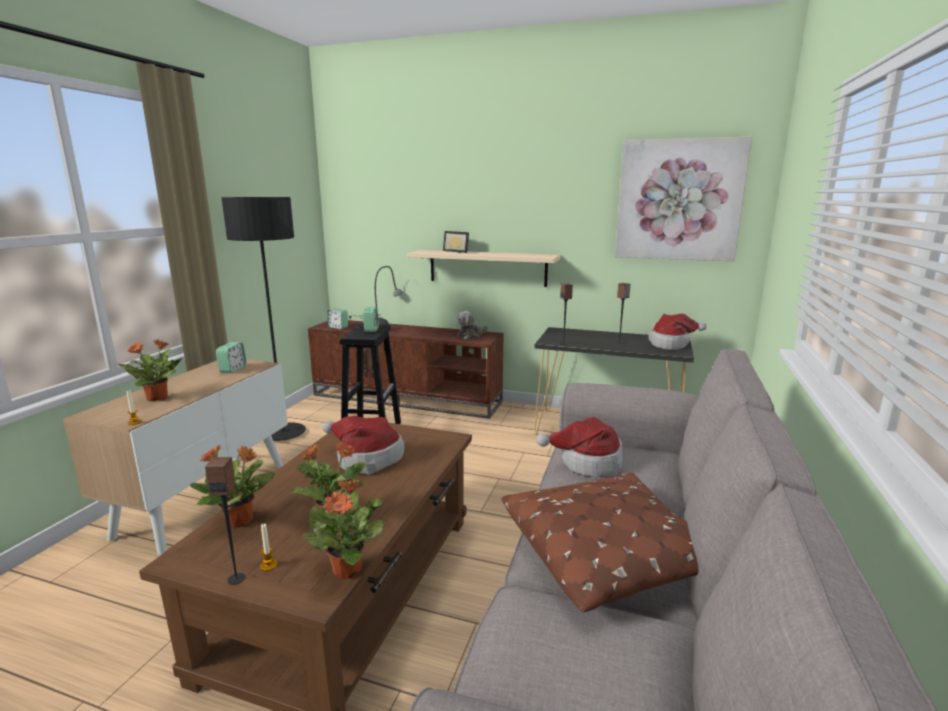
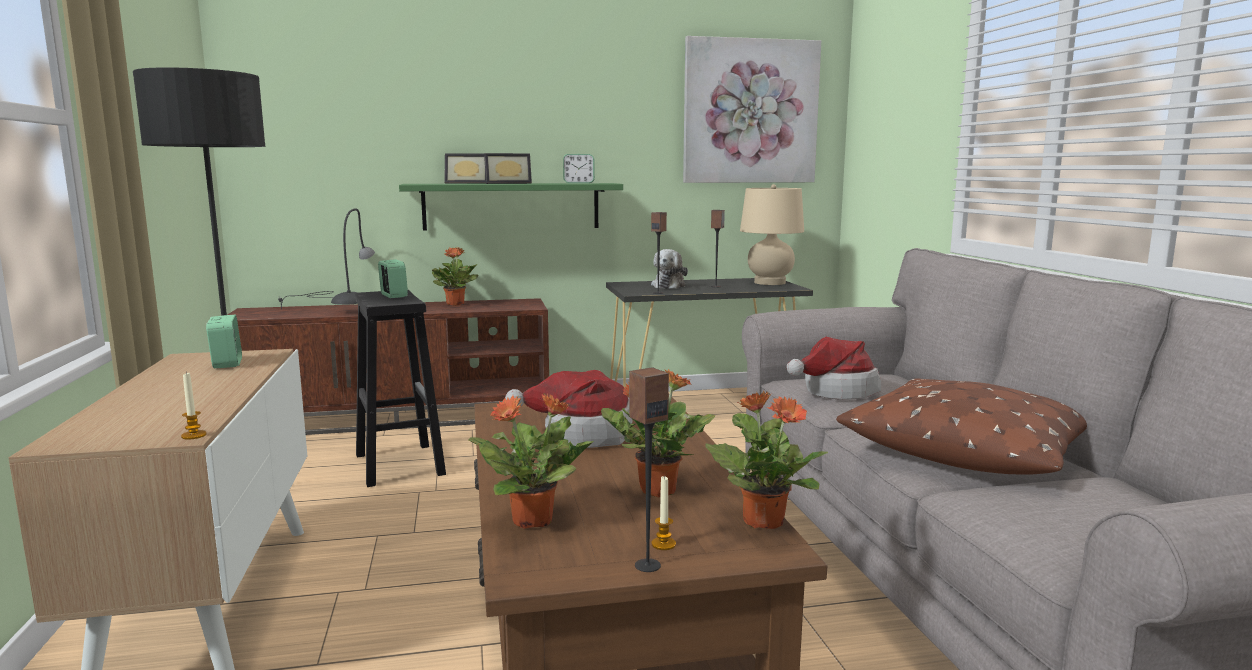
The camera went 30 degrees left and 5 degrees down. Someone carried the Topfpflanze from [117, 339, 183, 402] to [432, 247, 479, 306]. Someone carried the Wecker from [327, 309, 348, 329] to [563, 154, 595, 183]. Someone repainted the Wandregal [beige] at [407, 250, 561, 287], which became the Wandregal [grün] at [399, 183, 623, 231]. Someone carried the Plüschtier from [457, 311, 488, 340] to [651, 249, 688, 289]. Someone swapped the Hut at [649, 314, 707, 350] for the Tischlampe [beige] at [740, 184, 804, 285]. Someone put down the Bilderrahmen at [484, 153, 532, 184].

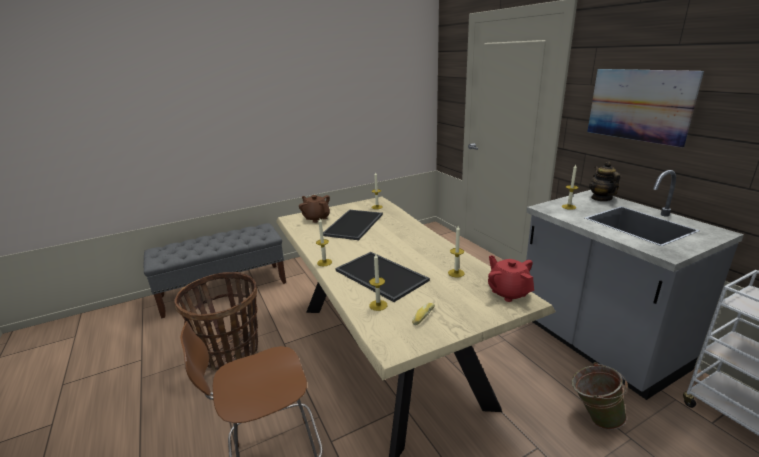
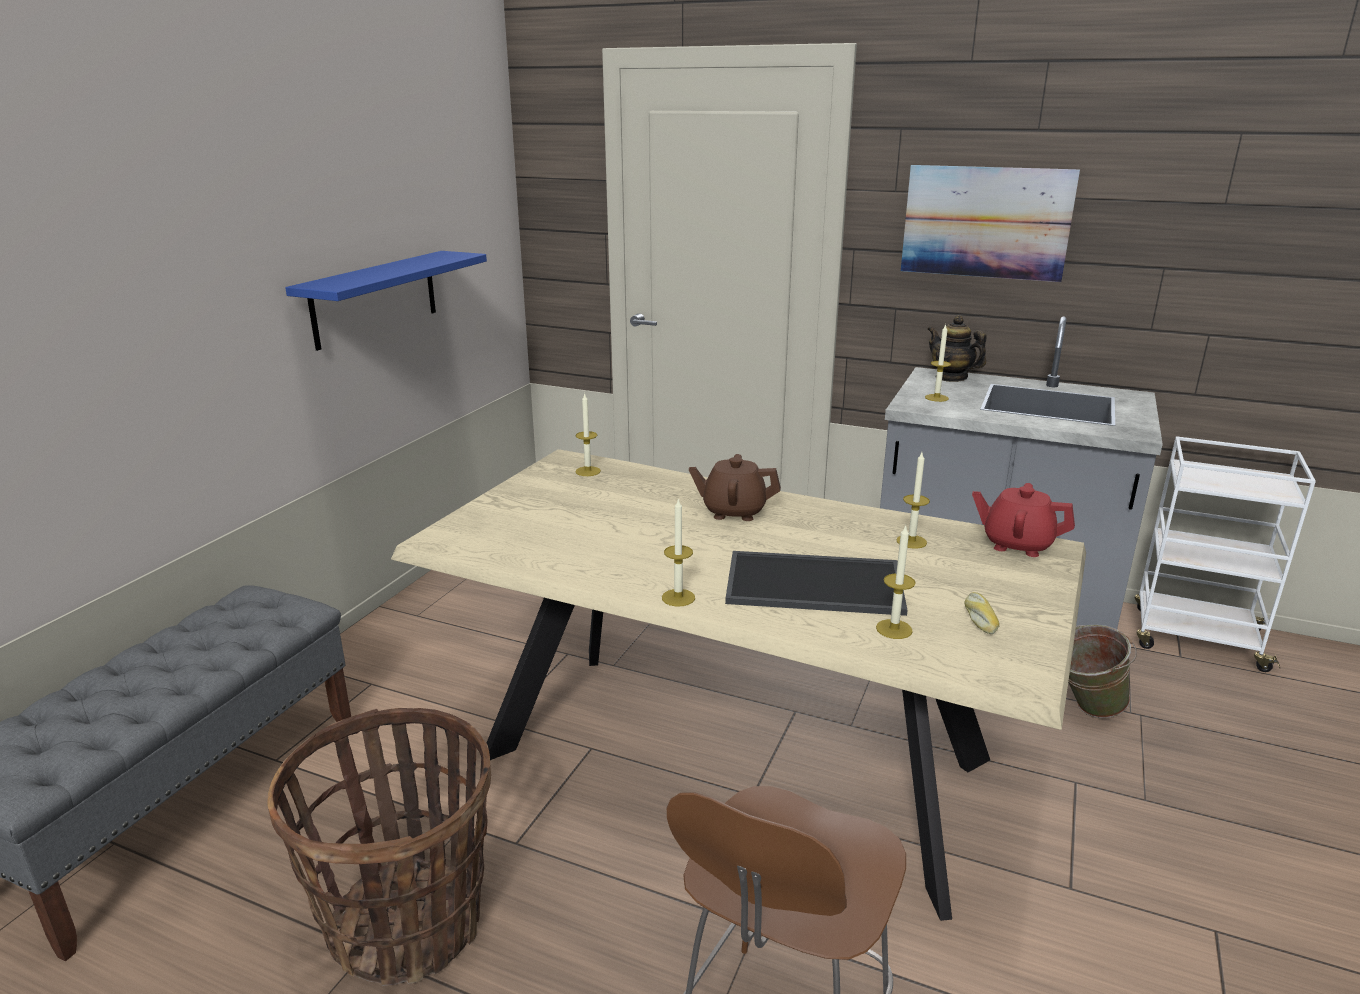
The camera went 40 degrees left and 0 degrees up. Someone carried the Teekanne [braun] from [299, 195, 330, 223] to [689, 454, 781, 521]. Someone took away the Tablett at [323, 210, 383, 240]. Someone put up the Wandregal [blau] at [285, 251, 487, 351].

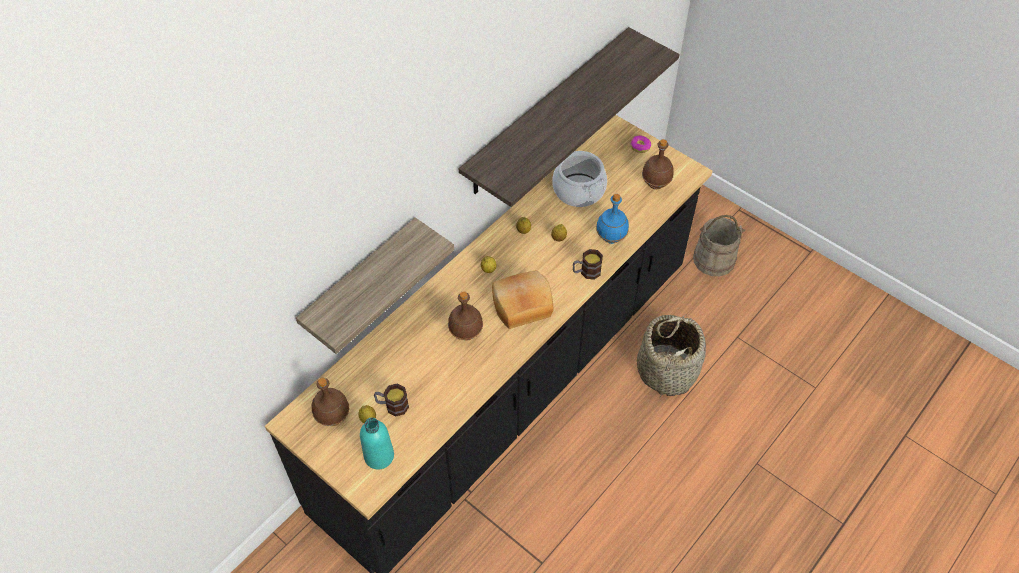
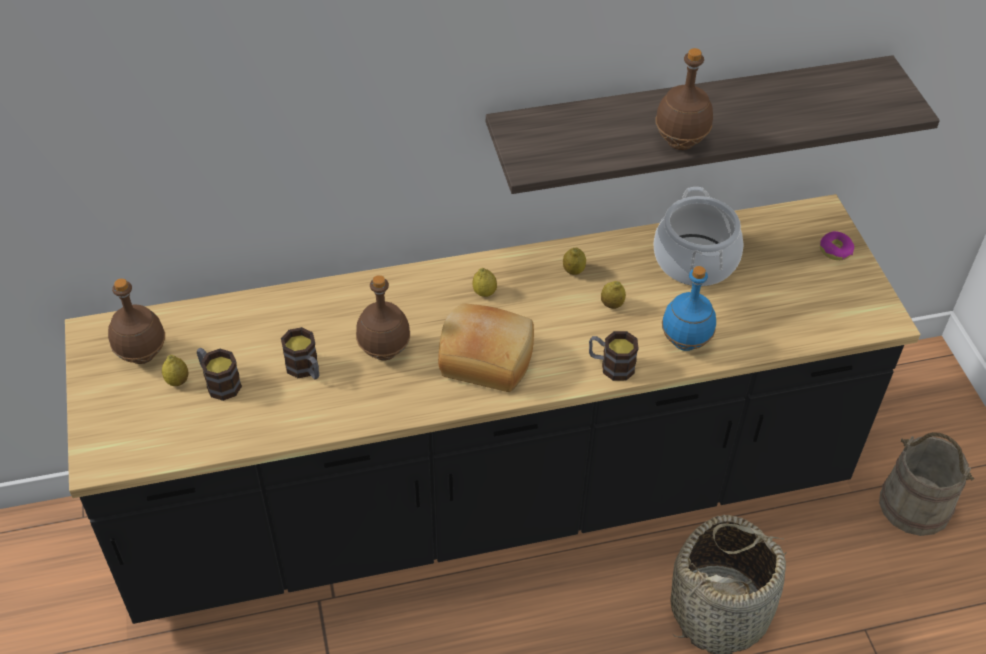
The camera went 35 degrees right and 5 degrees down. Someone took away the Wandregal at [296, 218, 454, 354]. Someone took away the Flasche [türkis] at [360, 417, 394, 470]. Someone carried the Flasche [braun] from [642, 139, 674, 189] to [656, 48, 713, 150]. Someone put down the Henkelbecher at [281, 327, 319, 380].

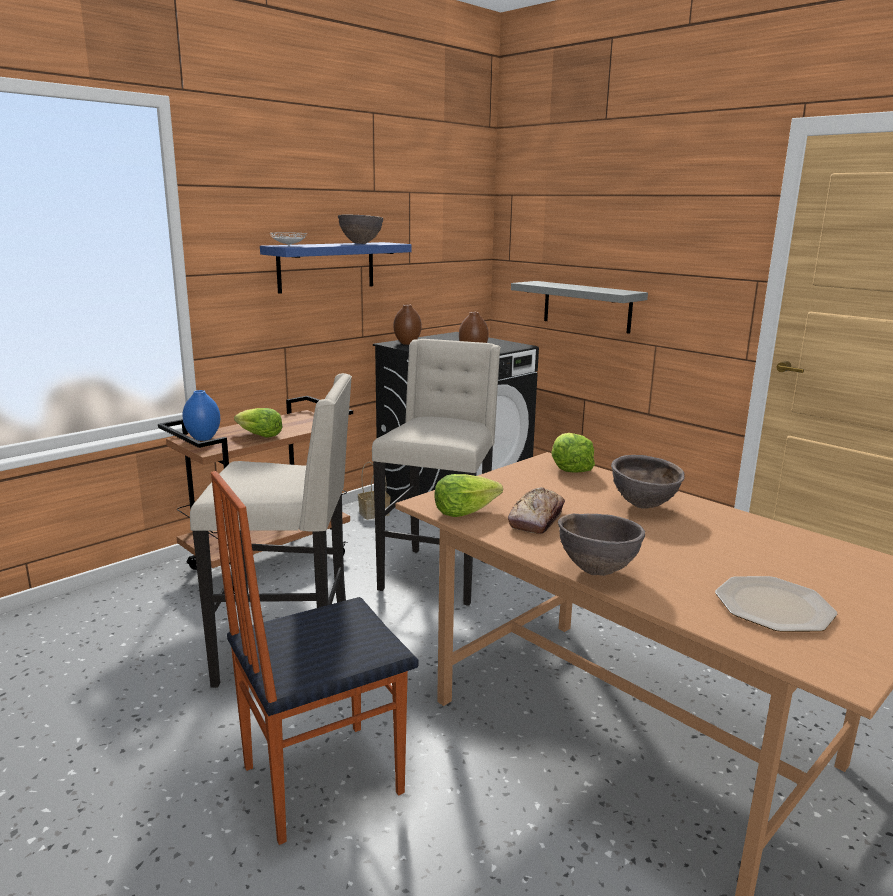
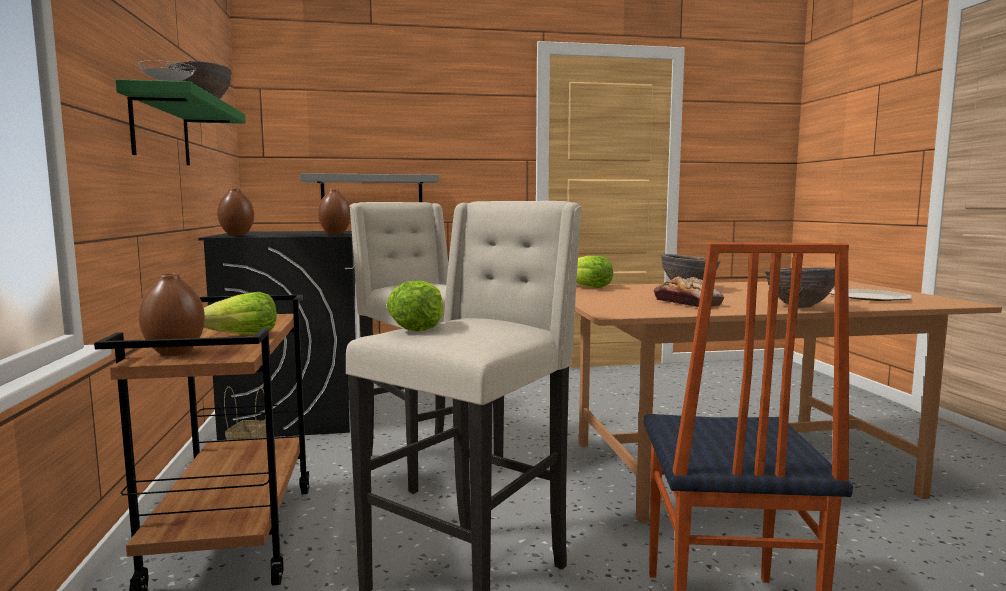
The camera went 55 degrees left and 10 degrees down. Someone repainted the Vase [blau] at [183, 390, 220, 441], which became the Vase [braun] at [139, 273, 205, 356]. Someone repainted the Wandregal [blau] at [260, 242, 412, 294], which became the Wandregal [grün] at [116, 79, 246, 165]. Someone carried the Salatkopf from [434, 474, 503, 517] to [386, 280, 444, 332].

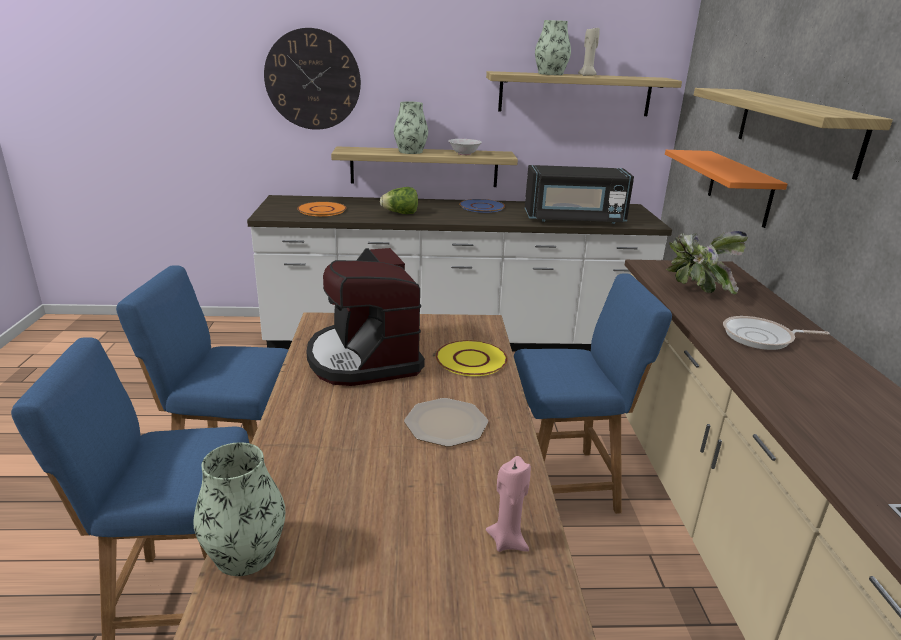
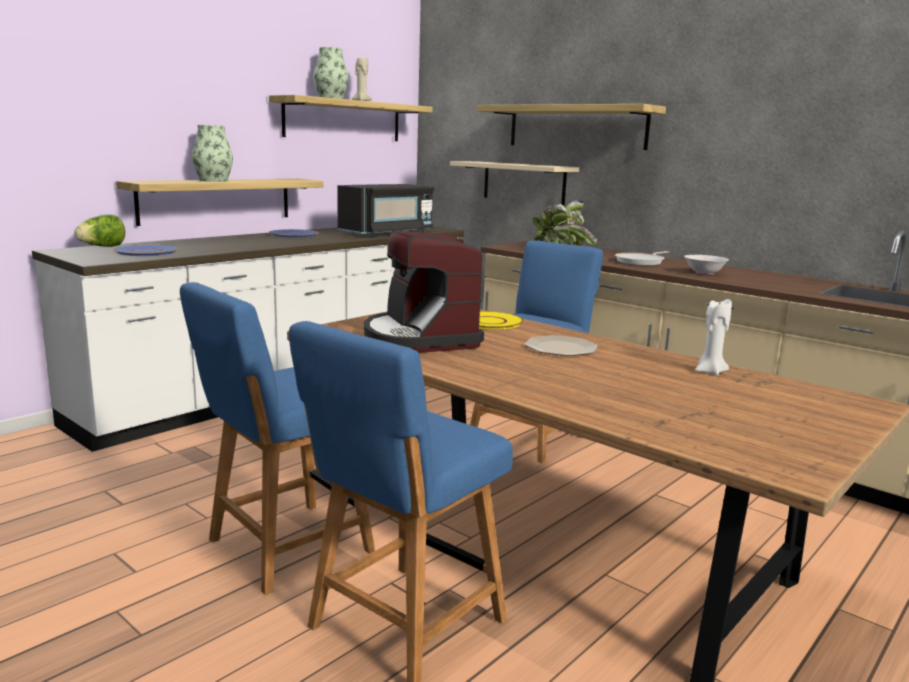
The camera went 45 degrees left and 10 degrees down. Someone took away the Vase at [193, 442, 285, 576]. Someone took away the Wanduhr at [264, 28, 361, 130]. Someone repainted the Teller [orange] at [297, 202, 347, 216], which became the Teller [blau] at [113, 245, 178, 256]. Someone rotated the Kaffeemaschine at [306, 248, 425, 386] by 45 degrees clockwise. Someone carried the Salatkopf from [380, 187, 418, 214] to [74, 214, 125, 247]. Someone carried the Schüssel [weiß] from [448, 139, 482, 155] to [684, 255, 729, 275]. Someone repainted the Kerze [rosa] at [486, 456, 531, 552], which became the Kerze [weiß] at [695, 299, 732, 376]. Someone repainted the Wandregal [orange] at [665, 150, 787, 228], which became the Wandregal [beige] at [450, 161, 579, 205].

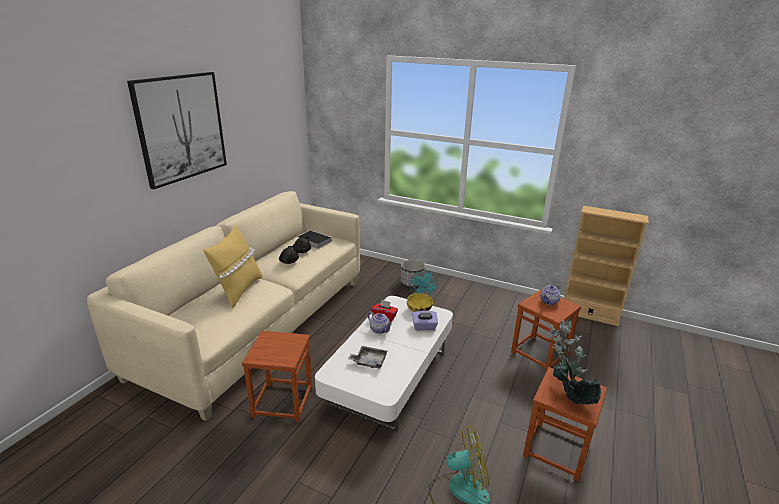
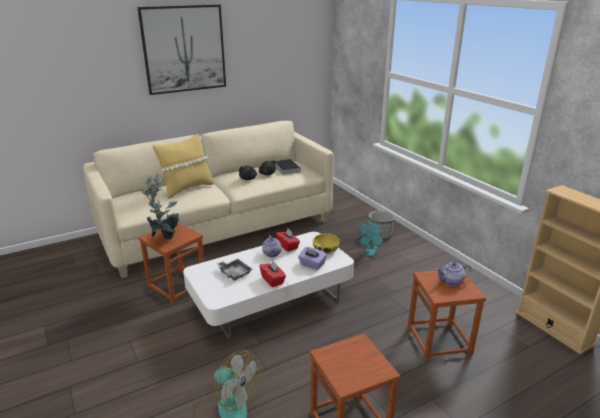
The camera went 35 degrees right and 0 degrees up. Someone carried the Topfpflanze from [550, 320, 601, 405] to [139, 174, 179, 240]. Someone put down the Taschentuchbox [rot] at [260, 260, 286, 287].

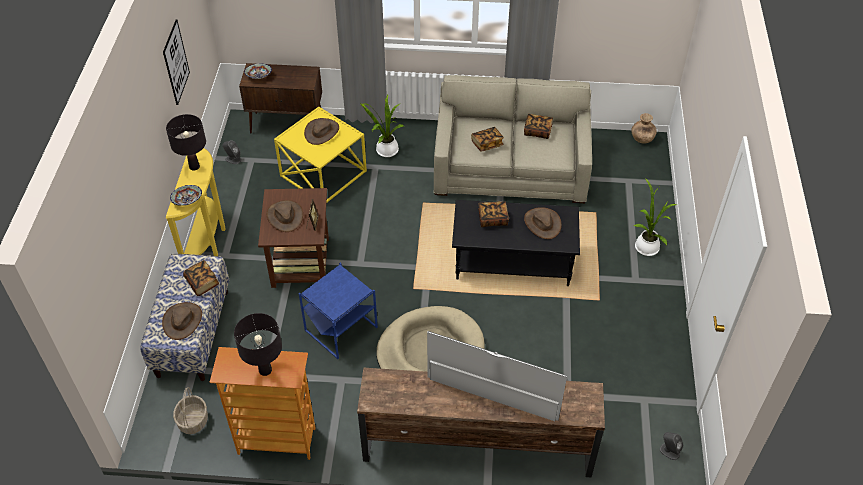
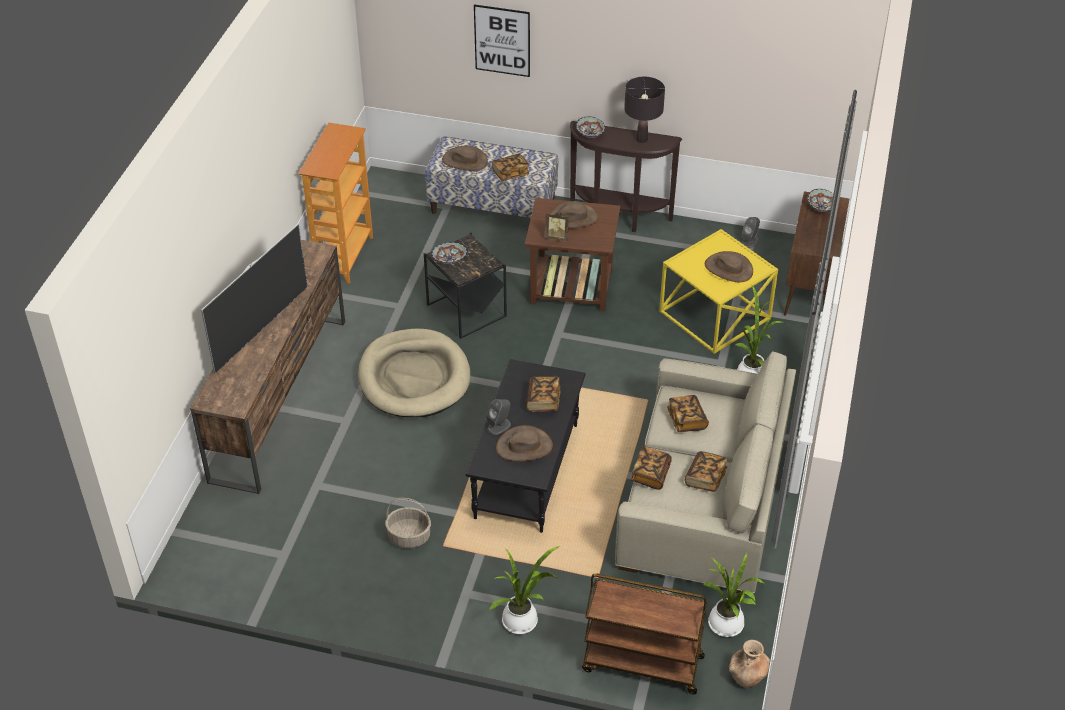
The camera went 100 degrees right and 5 degrees down. Someone carried the Bild from [163, 19, 190, 105] to [474, 4, 530, 77]. Someone repainted the Konsolentisch [gelb] at [166, 148, 226, 256], which became the Konsolentisch [braun] at [570, 121, 682, 232]. Someone carried the Korb from [173, 387, 208, 434] to [385, 498, 431, 548]. Someone took away the Tischlampe [schwarz] at [234, 313, 282, 376]. Someone repainted the Beistelltisch [blau] at [299, 263, 378, 359], which became the Beistelltisch [schwarz] at [424, 232, 507, 339]. Someone carried the Lautsprecher [grau] from [660, 432, 683, 460] to [487, 399, 511, 435]. Someone put down the Schüssel at [431, 242, 467, 264]. Someone put down the Rollwagen [braun] at [582, 573, 708, 694]. Someone put down the Buch at [631, 446, 672, 490]. Someone put down the Topfpflanze at [703, 552, 764, 637].

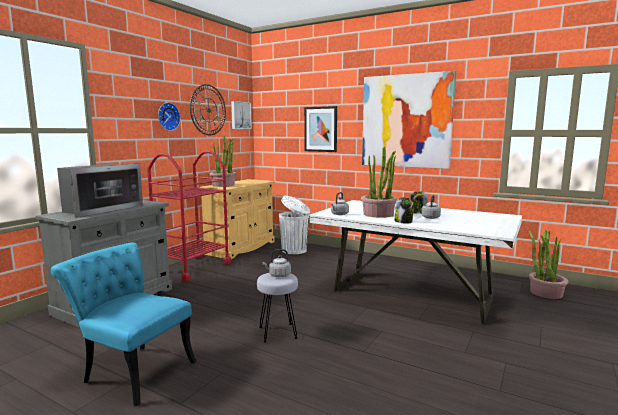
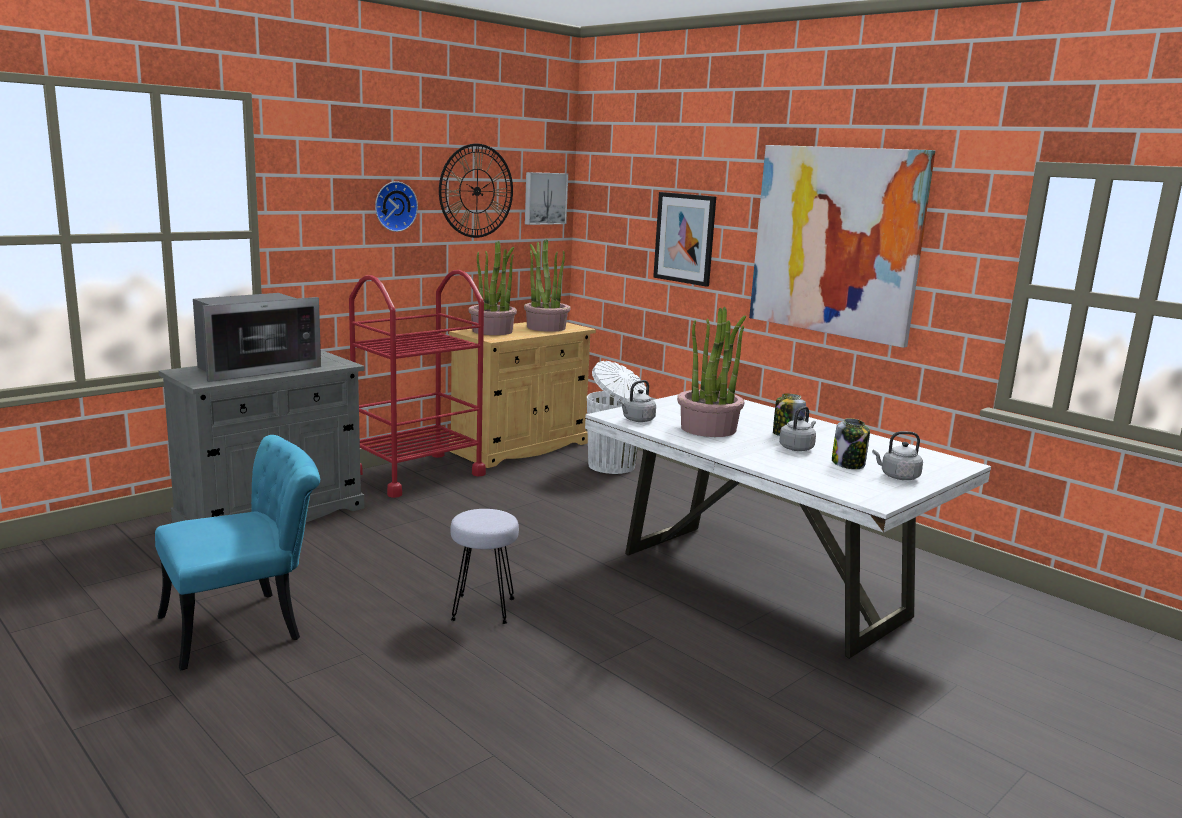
The camera went 15 degrees right and 5 degrees up. Someone rotated the Stuhl [türkis] at [51, 243, 197, 406] by 105 degrees clockwise. Someone carried the Wasserkessel [grau] from [262, 249, 291, 277] to [872, 431, 923, 480]. Someone carried the Vorratsglas from [394, 197, 414, 224] to [832, 418, 870, 469]. Someone carried the Topfpflanze from [529, 230, 568, 299] to [524, 239, 571, 332].

